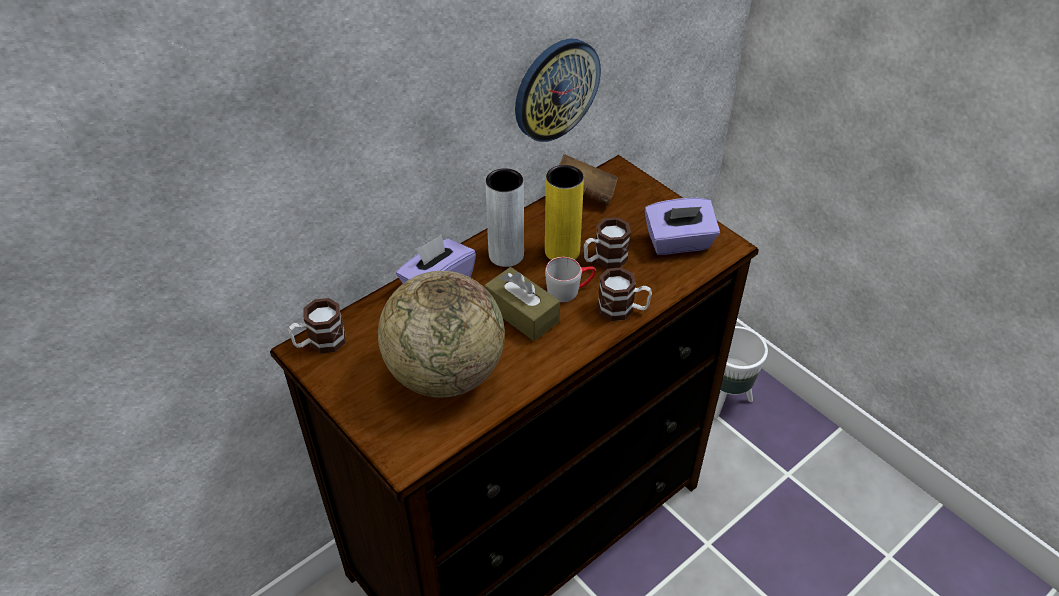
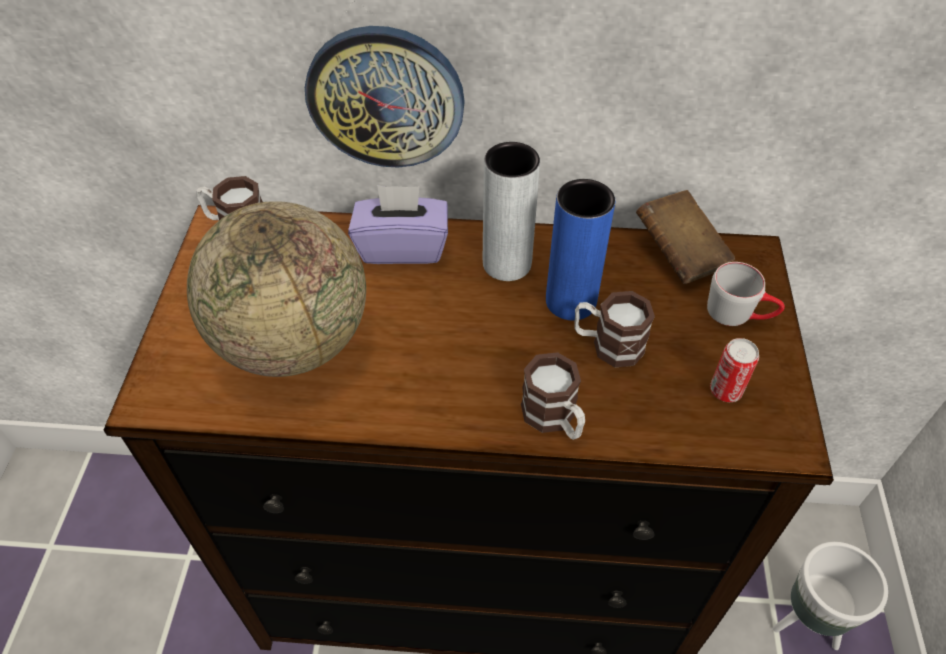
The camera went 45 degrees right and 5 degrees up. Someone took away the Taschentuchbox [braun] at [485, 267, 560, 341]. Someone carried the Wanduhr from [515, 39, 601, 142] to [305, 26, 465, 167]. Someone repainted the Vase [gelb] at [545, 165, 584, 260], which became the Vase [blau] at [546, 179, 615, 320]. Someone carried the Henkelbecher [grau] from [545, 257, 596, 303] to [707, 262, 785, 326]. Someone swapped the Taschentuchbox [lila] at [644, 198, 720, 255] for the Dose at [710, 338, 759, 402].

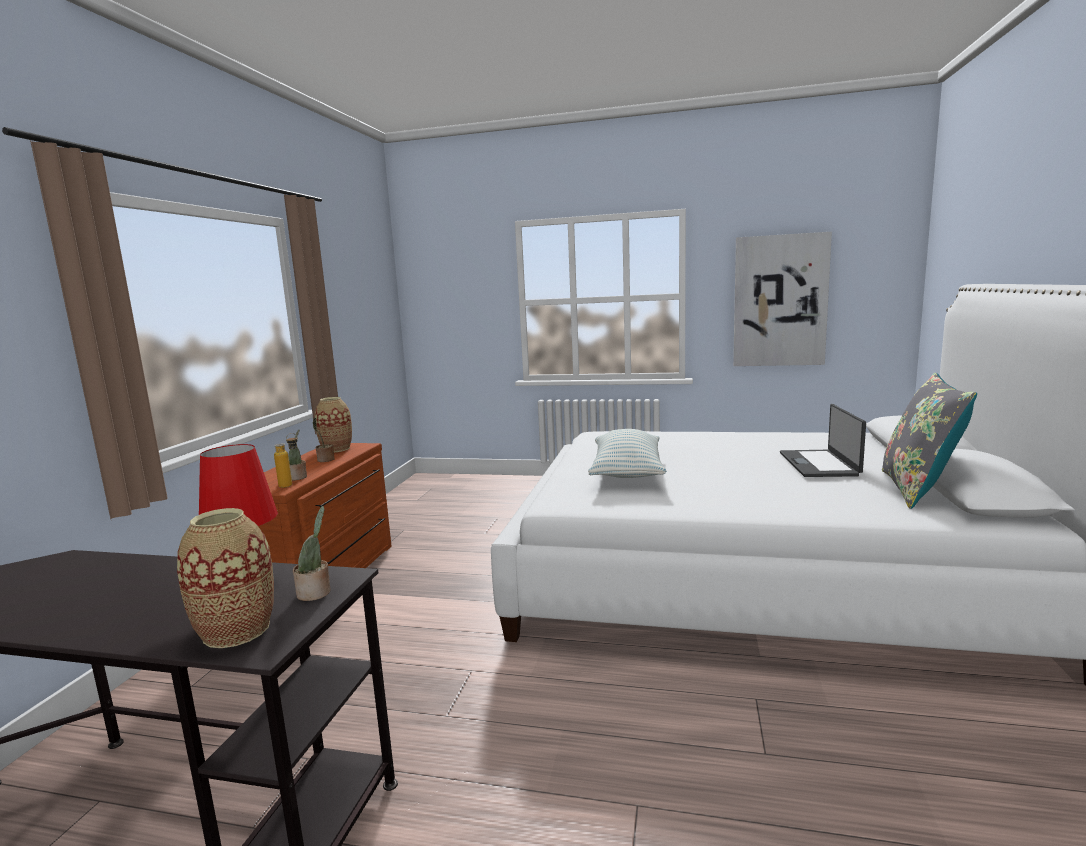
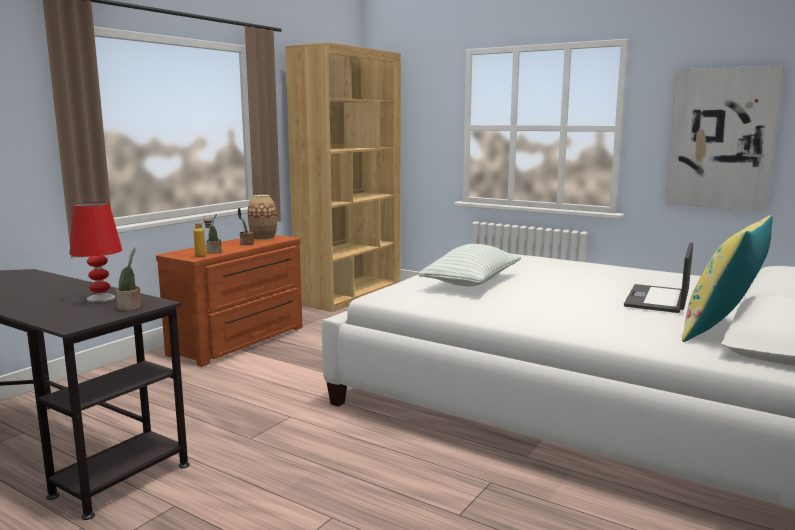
The camera went 20 degrees right and 0 degrees up. Someone took away the Vase at [177, 508, 274, 648]. Someone repainted the Kissen [grau] at [882, 373, 977, 509], which became the Kissen [gelb] at [682, 215, 773, 342]. Someone put down the Bücherregal [braun] at [285, 42, 401, 312].

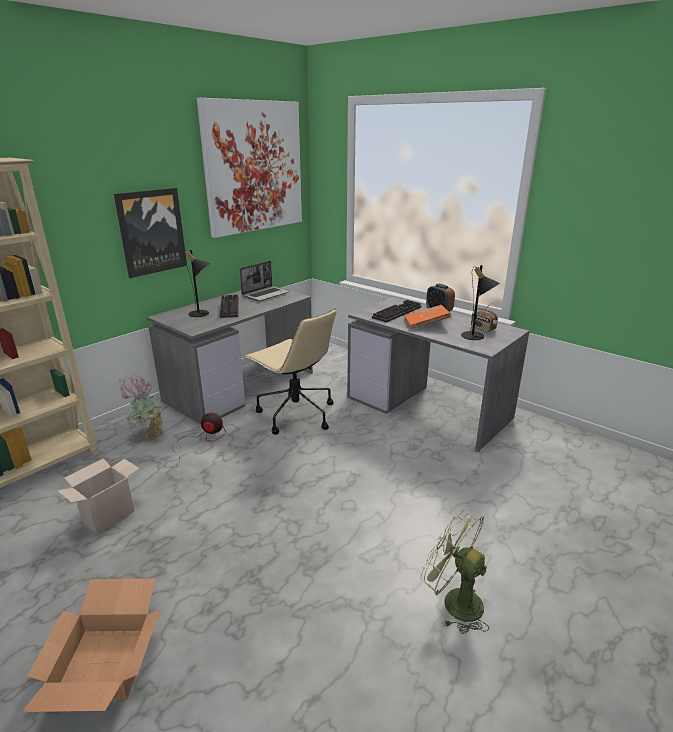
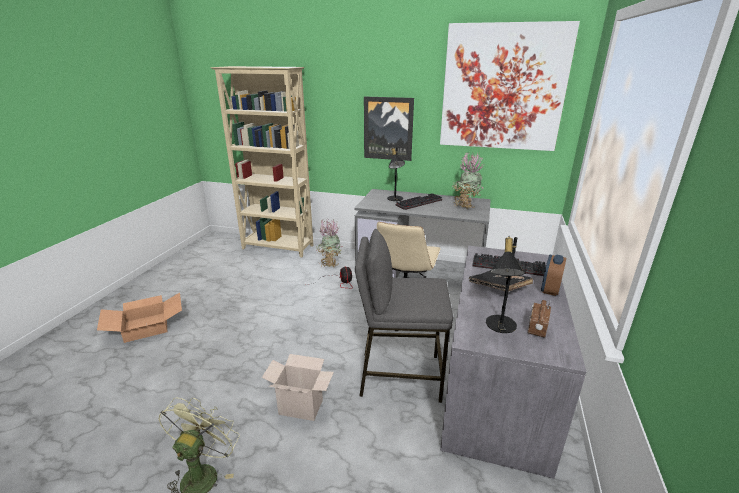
The camera went 65 degrees right and 0 degrees up. Someone carried the Karton from [57, 459, 140, 534] to [262, 354, 334, 421]. Someone swapped the Laptop at [239, 261, 290, 301] for the Topfpflanze at [452, 152, 485, 209]. Someone repainted the Buch [orange] at [405, 305, 451, 329], which became the Buch [schwarz] at [469, 270, 533, 292]. Someone put down the Hocker [grau] at [355, 229, 453, 403].

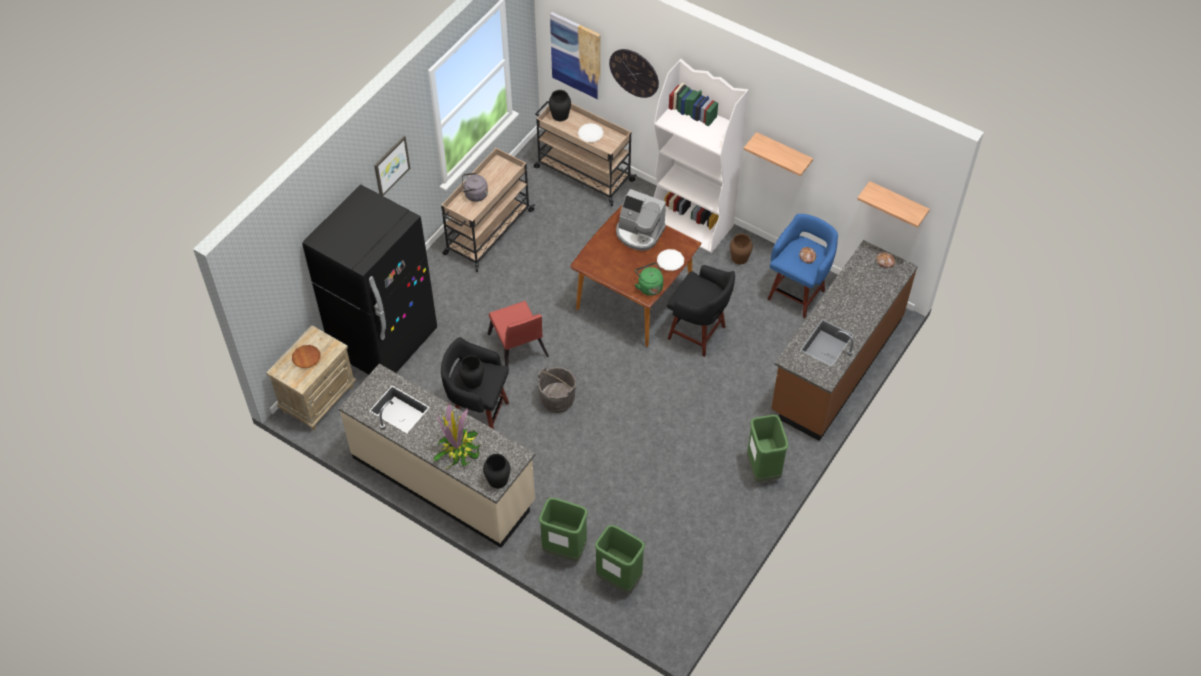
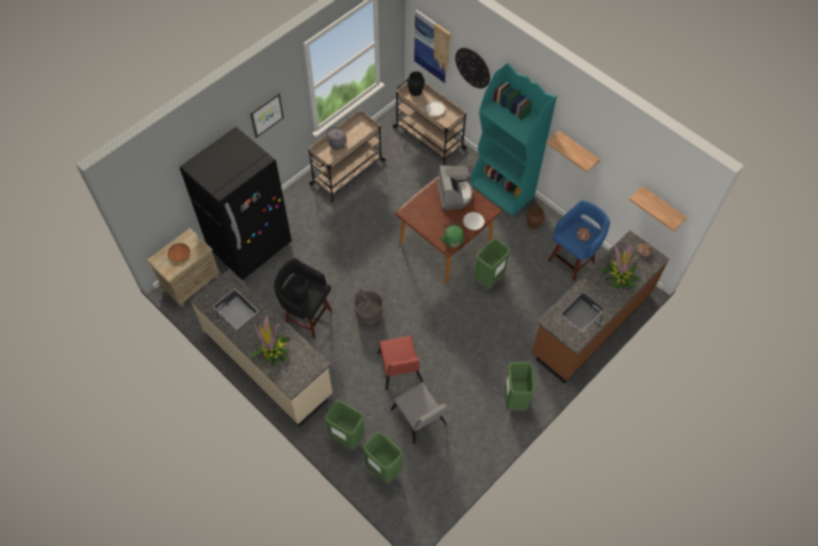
The camera went 10 degrees right and 5 degrees up. Someone took away the Vase [schwarz] at [483, 454, 510, 488]. Someone carried the Stuhl [rot] from [488, 301, 549, 366] to [377, 335, 423, 390]. Someone rotated the Kaffeemaschine at [616, 189, 666, 251] by 135 degrees counterclockwise. Someone repainted the Bücherregal [weiß] at [654, 59, 749, 253], which became the Bücherregal [türkis] at [471, 63, 557, 216]. Someone swapped the Hocker [schwarz] at [667, 265, 735, 357] for the Mülleimer [grün] at [474, 239, 510, 289]. Someone put down the Stuhl [grau] at [391, 382, 448, 444]. Someone put down the Topfpflanze at [603, 244, 639, 288].

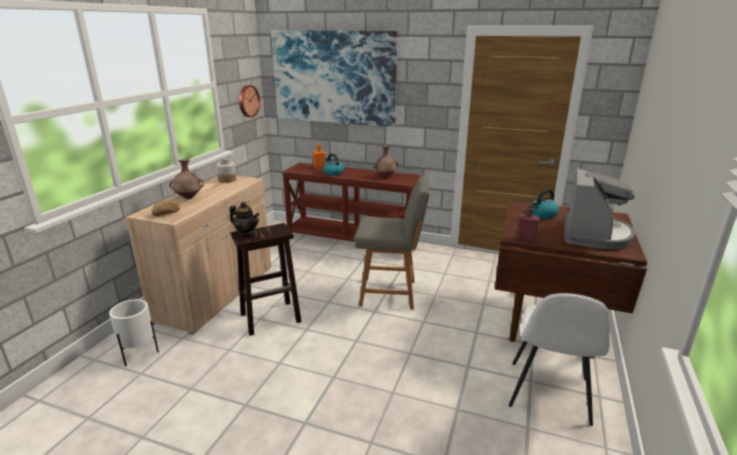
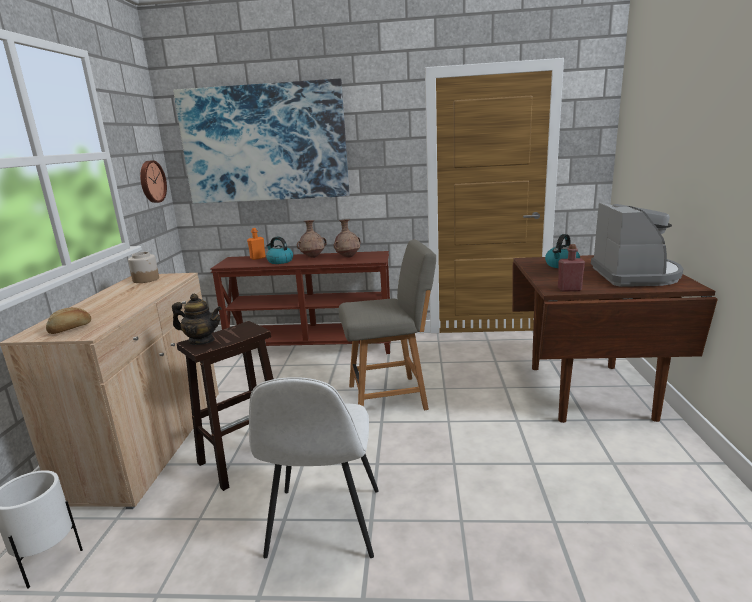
The camera went 15 degrees left and 5 degrees down. Someone carried the Vase [braun] from [170, 159, 204, 199] to [297, 220, 327, 258]. Someone carried the Stuhl [weiß] from [509, 293, 610, 426] to [249, 377, 379, 558].

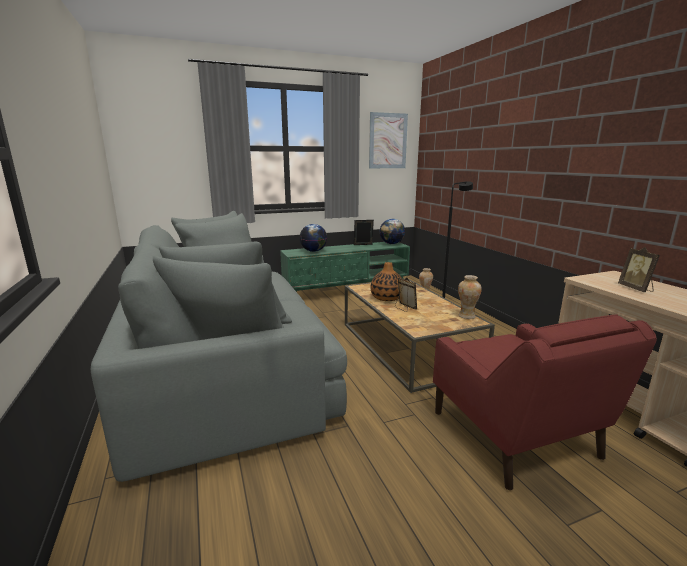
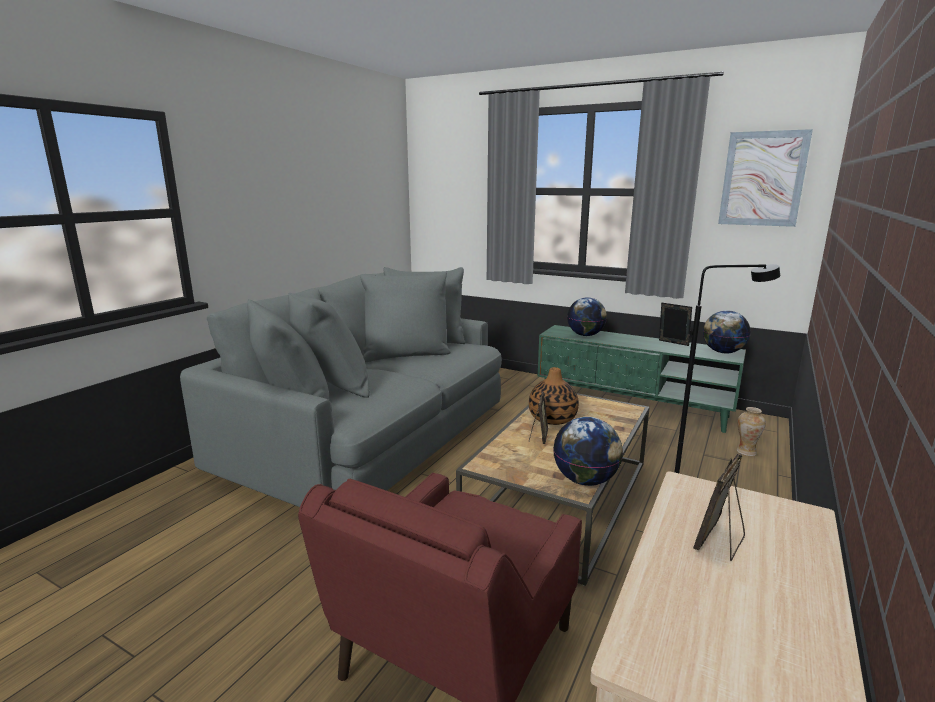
The camera went 50 degrees right and 0 degrees up. Someone swapped the Vase at [458, 275, 482, 319] for the Globus at [553, 417, 623, 486].

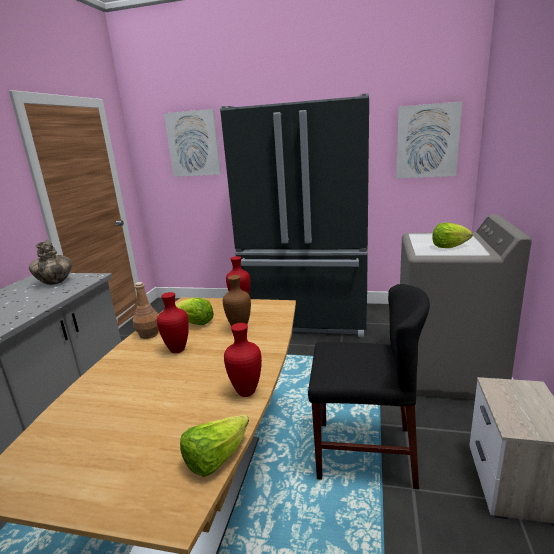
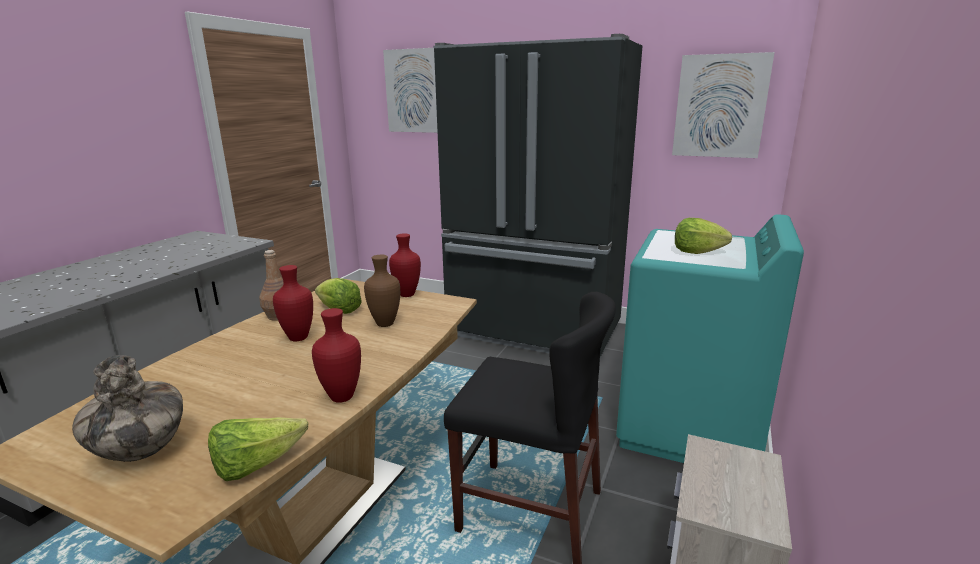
The camera went 10 degrees right and 0 degrees up. Someone carried the Vase from [29, 240, 72, 285] to [72, 355, 183, 462]. Someone repainted the Waschmaschine [grau] at [400, 214, 532, 400], which became the Waschmaschine [türkis] at [616, 214, 804, 463].

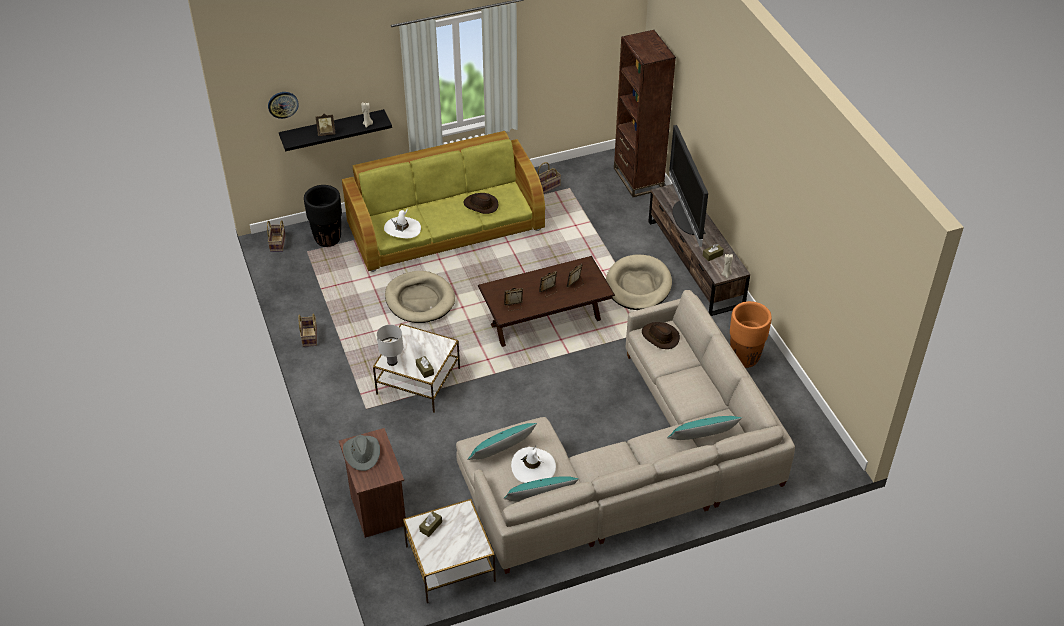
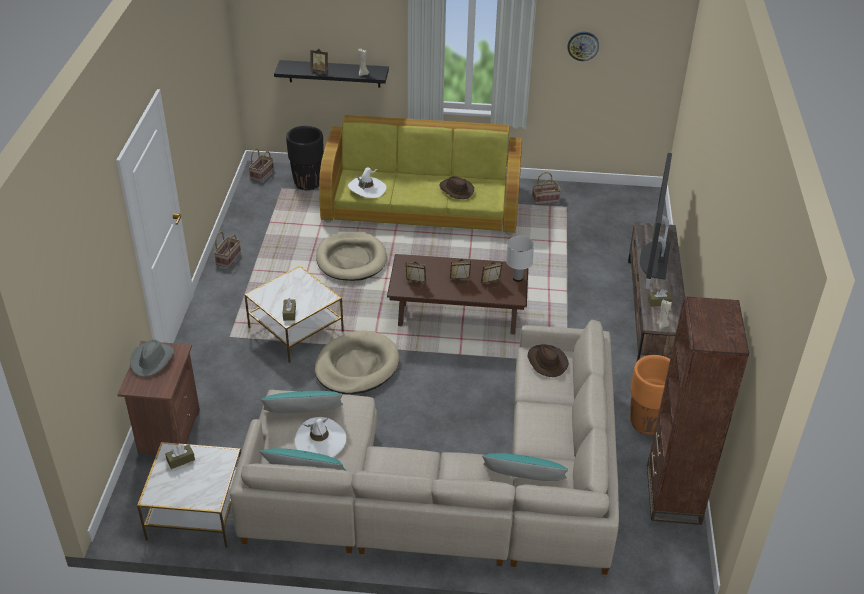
The camera went 25 degrees right and 5 degrees down. Someone carried the Wanduhr from [268, 92, 299, 119] to [568, 32, 599, 61]. Someone carried the Tischlampe [weiß] from [377, 325, 403, 366] to [506, 236, 534, 282]. Someone carried the Hundebett [beige] from [606, 255, 672, 310] to [315, 330, 399, 394]. Someone carried the Bücherregal [braun] from [614, 30, 676, 197] to [647, 296, 749, 525].

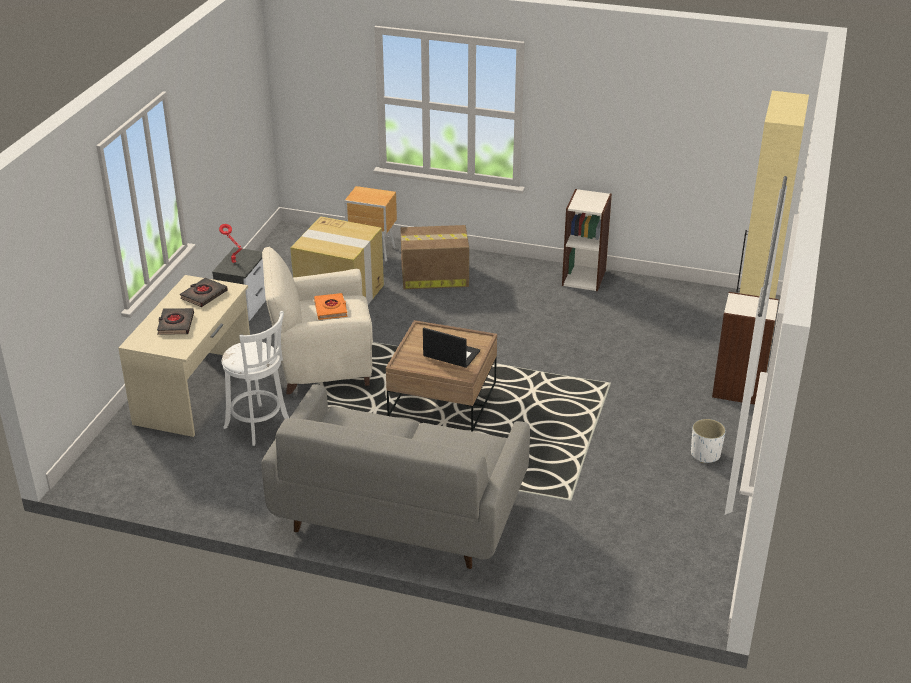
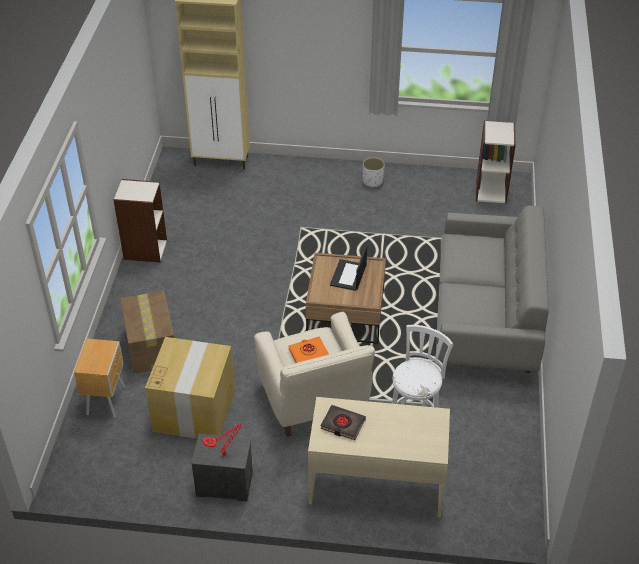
The camera went 100 degrees left and 10 degrees up. Someone took away the Buch [schwarz] at [157, 308, 194, 335]. Someone carried the Bücherregal from [712, 292, 779, 405] to [476, 121, 516, 204].

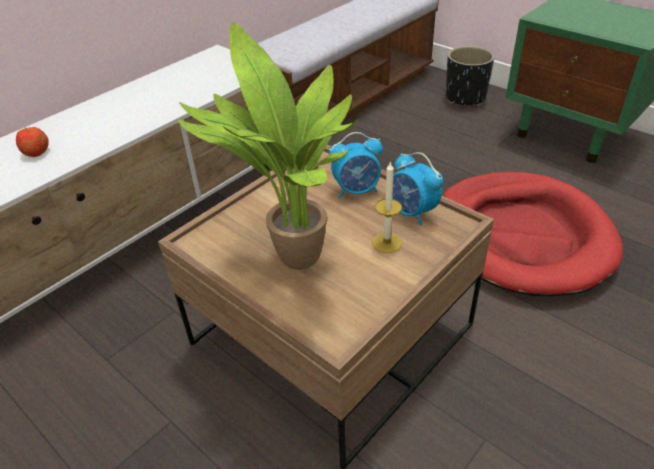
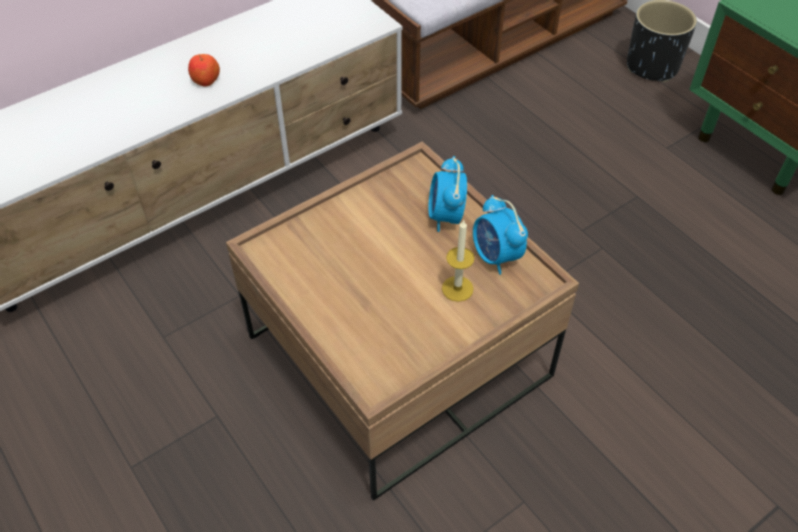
The camera went 10 degrees right and 10 degrees up. Someone carried the Apfel from [16, 127, 49, 157] to [188, 54, 220, 87]. Someone took away the Topfpflanze at [178, 22, 359, 270]. Someone rotated the Wecker at [329, 132, 383, 199] by 90 degrees clockwise. Someone took away the Hundebett [rot] at [443, 172, 623, 296].

